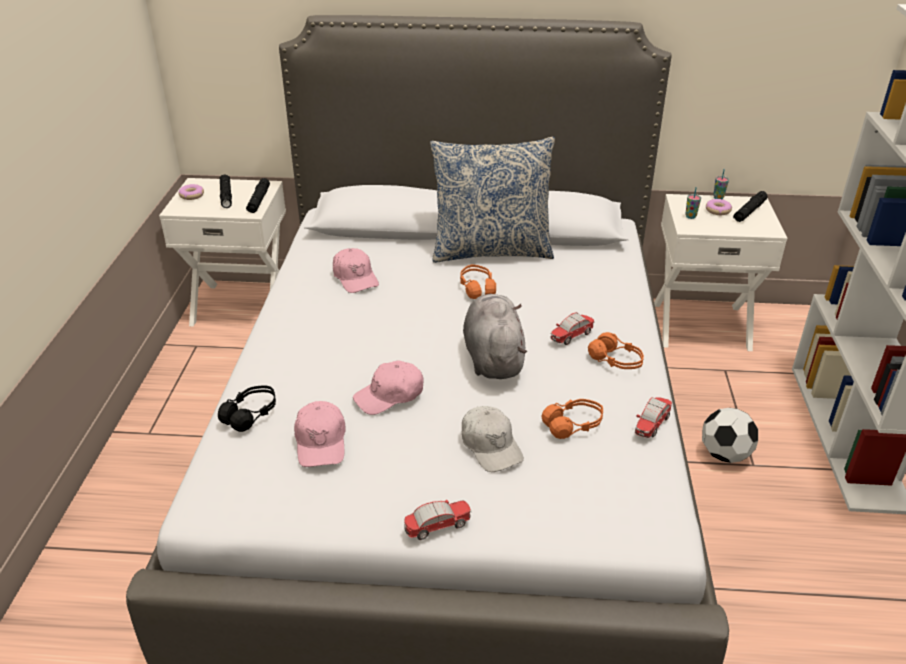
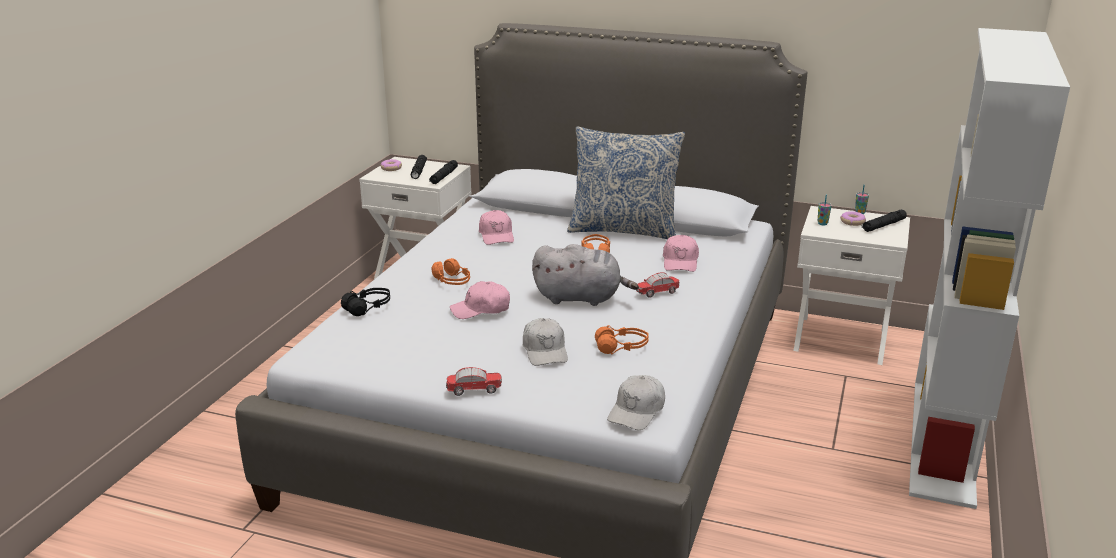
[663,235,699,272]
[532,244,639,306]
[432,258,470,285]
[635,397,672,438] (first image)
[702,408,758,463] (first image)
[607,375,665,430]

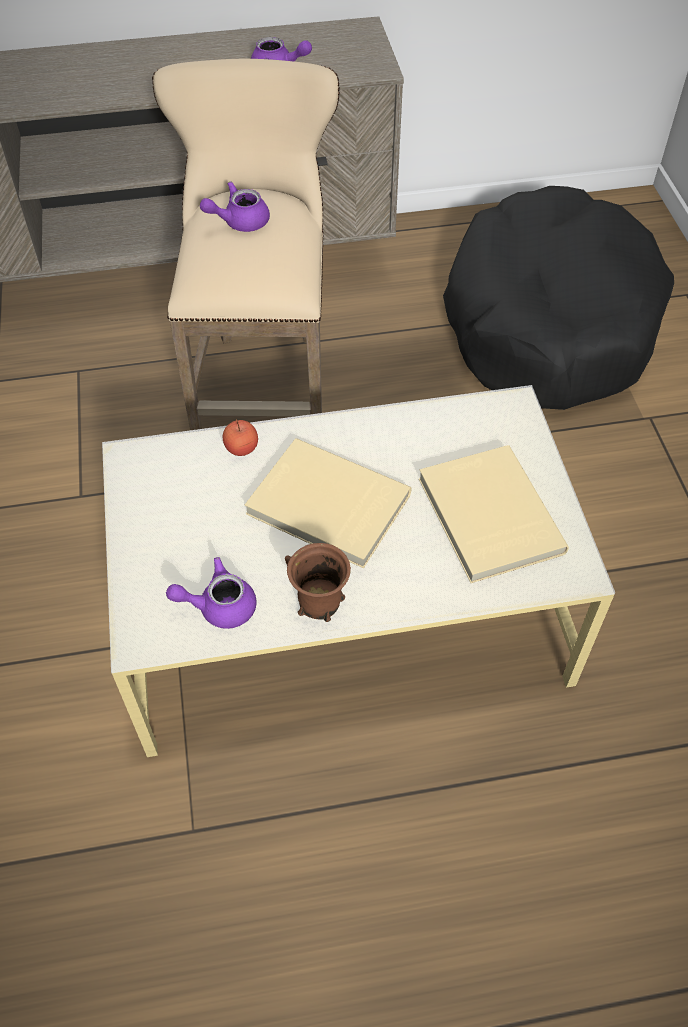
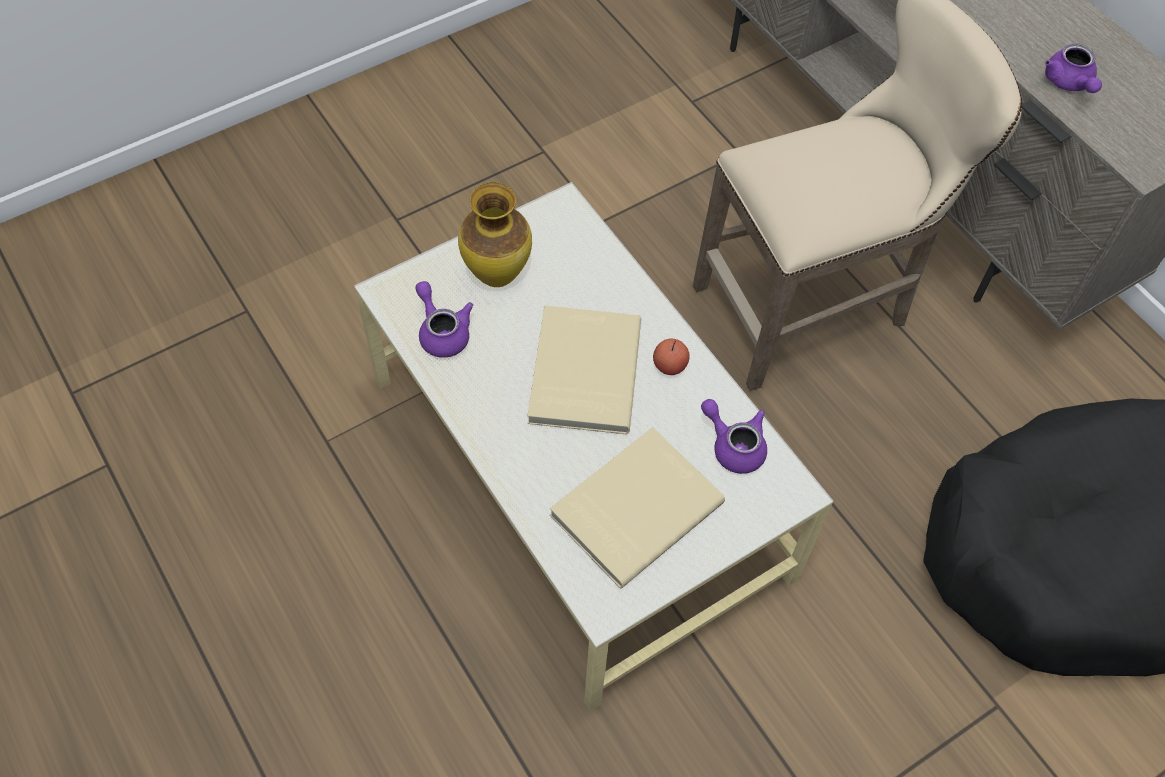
[701,399,767,474]
[653,338,690,375]
[285,543,351,622] (first image)
[458,182,532,287]

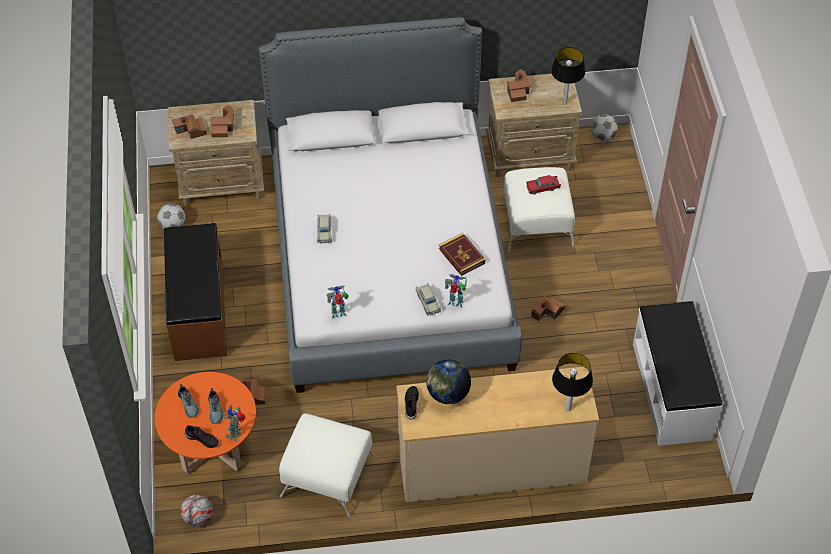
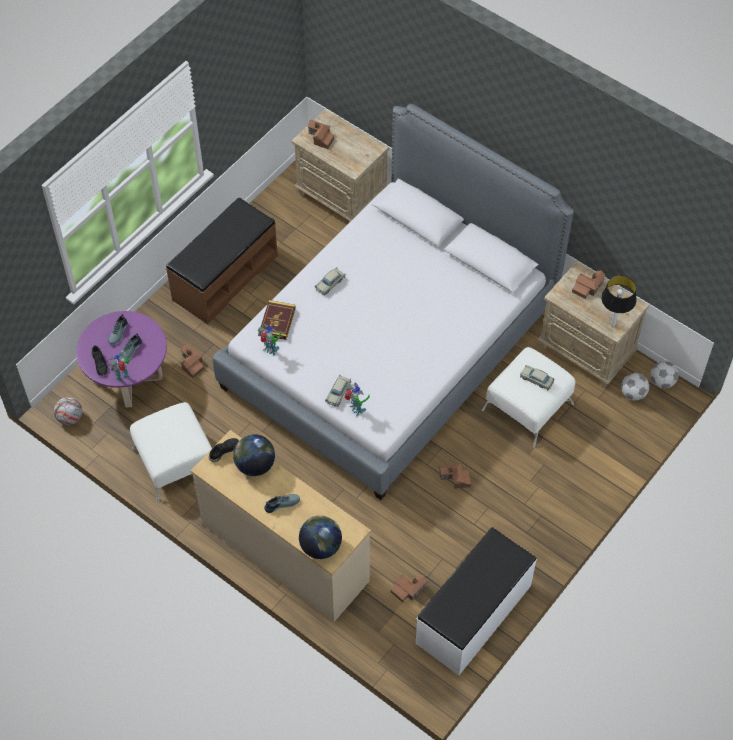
[76,311,167,408]
[621,373,649,401]
[391,575,428,603]
[261,300,296,340]
[520,365,555,390]
[299,516,342,559]
[264,494,300,513]

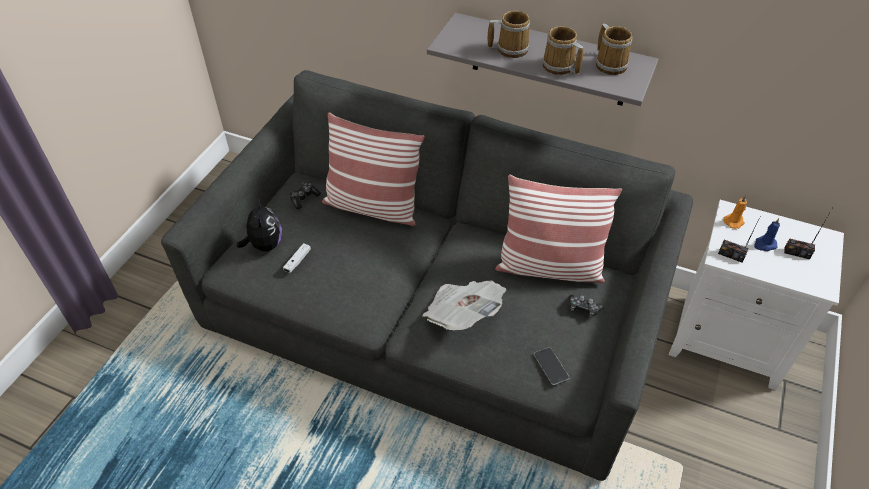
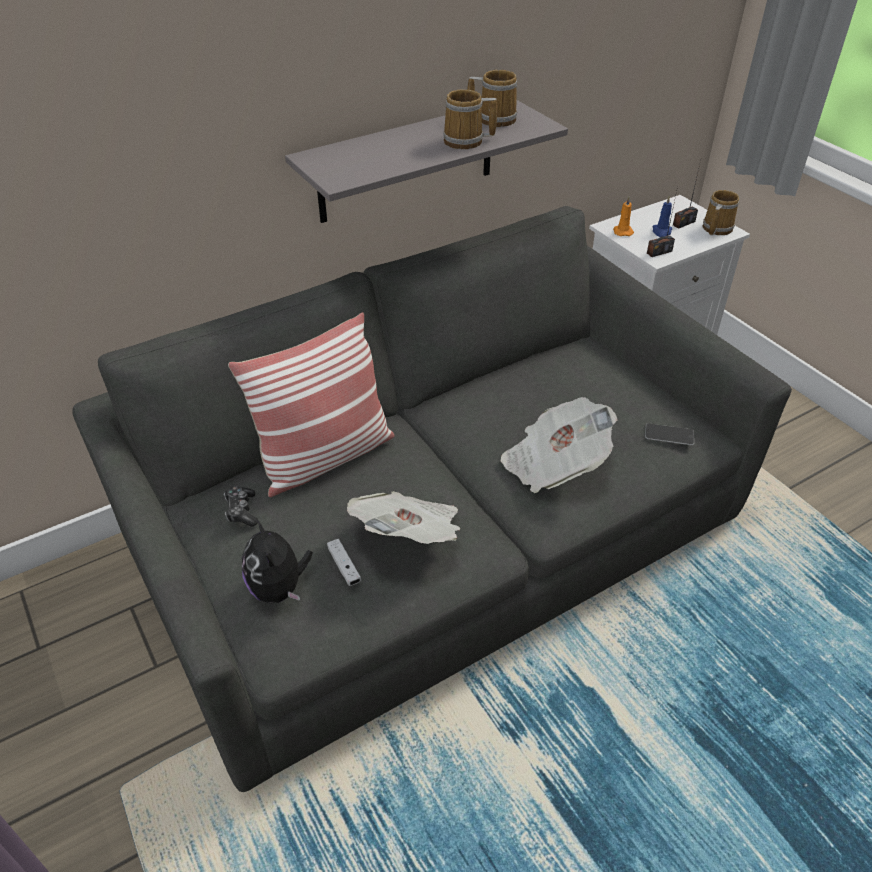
[242,519,313,603]
[703,190,739,235]
[495,175,622,283] (first image)
[568,295,604,318] (first image)
[347,491,460,544]

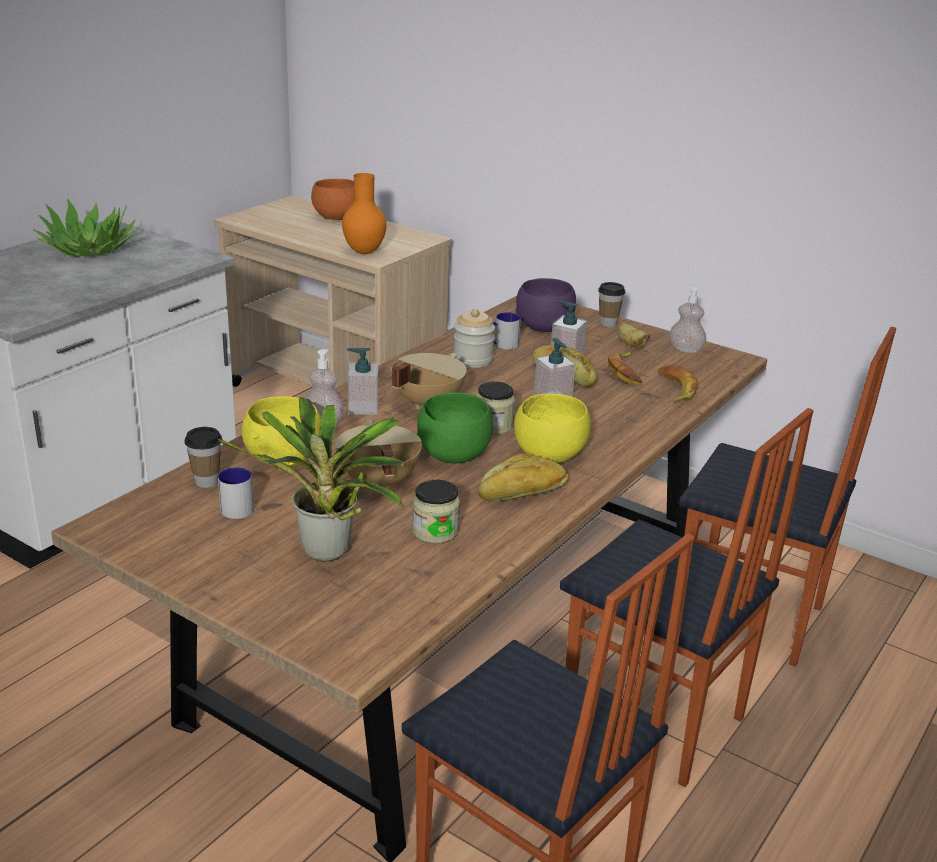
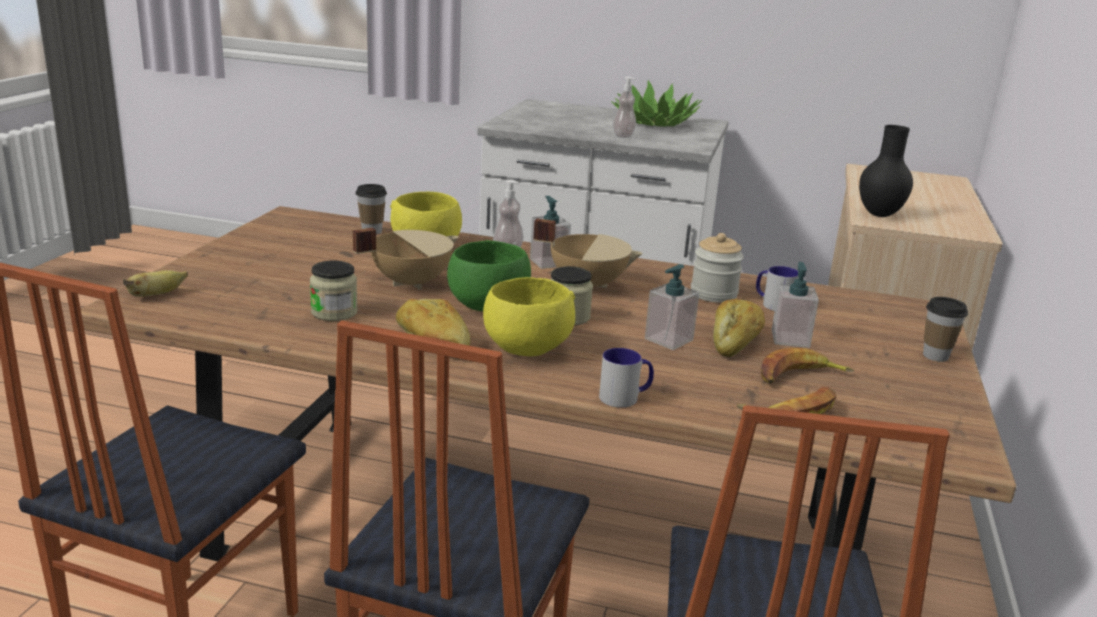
[217,397,405,562] (first image)
[599,348,654,408]
[311,179,354,220] (first image)
[859,125,913,217]
[515,278,576,332] (first image)
[123,270,188,297]
[613,77,636,138]

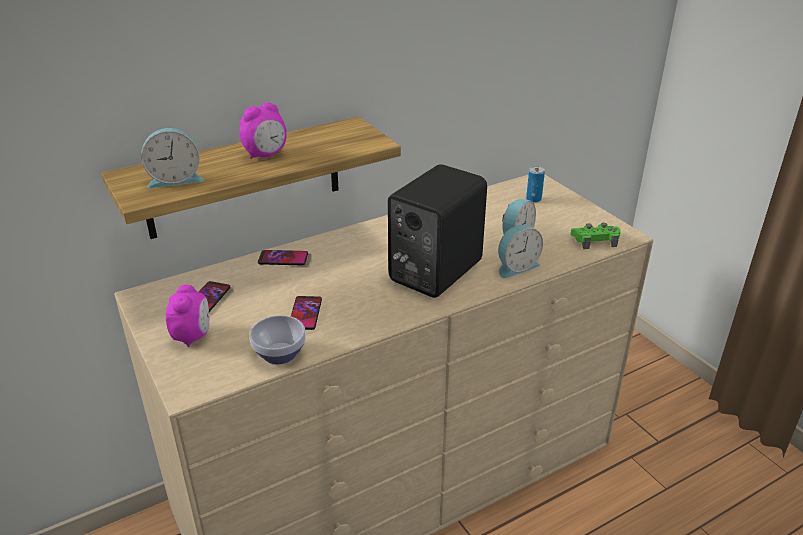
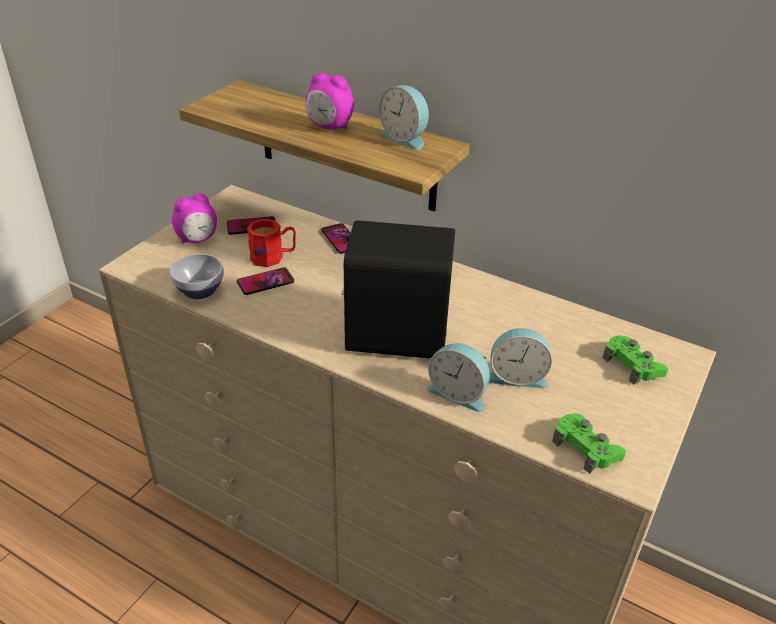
[379,85,429,151]
[603,335,668,385]
[247,219,296,267]

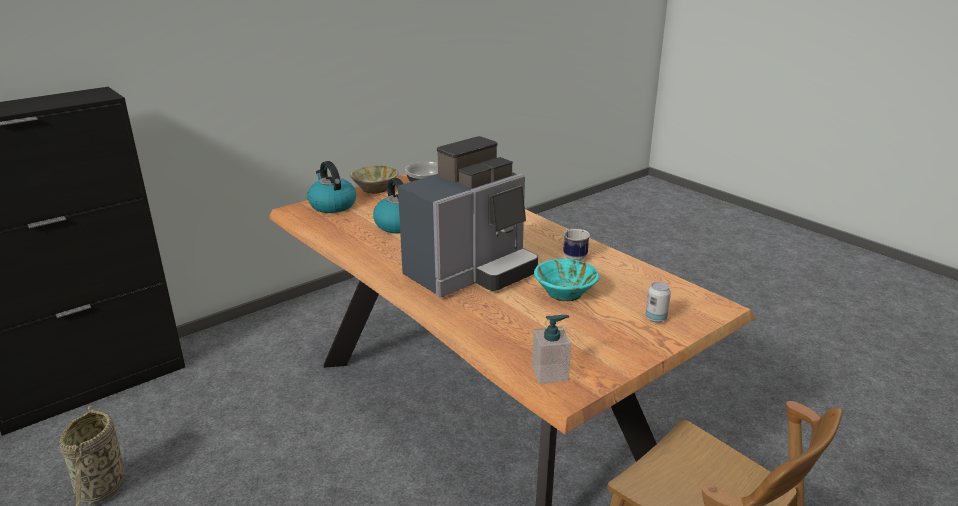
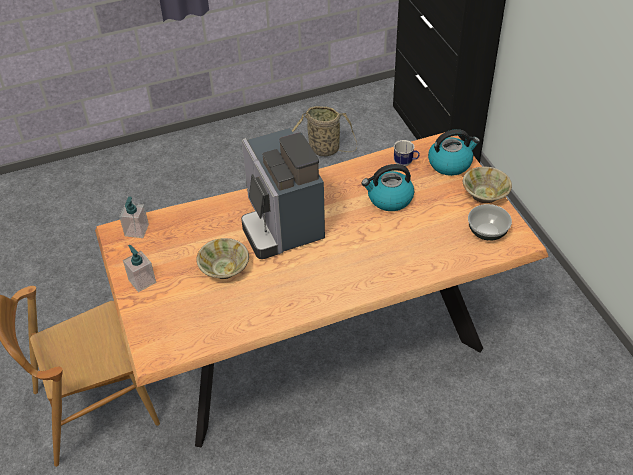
[196,238,249,279]
[394,140,420,166]
[645,282,671,323] (first image)
[123,245,156,292]

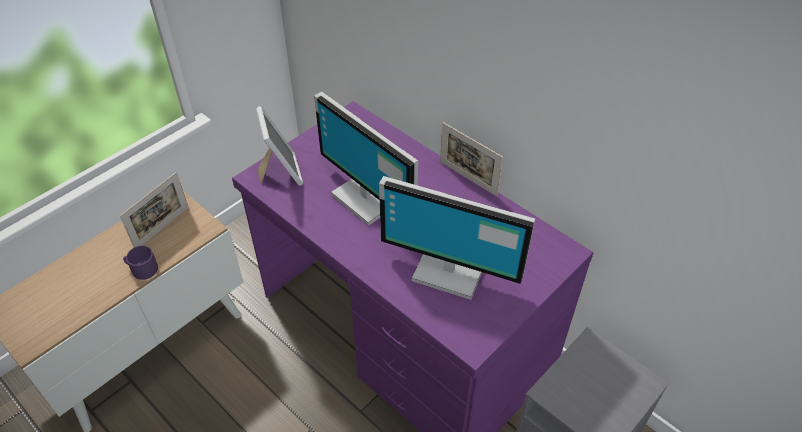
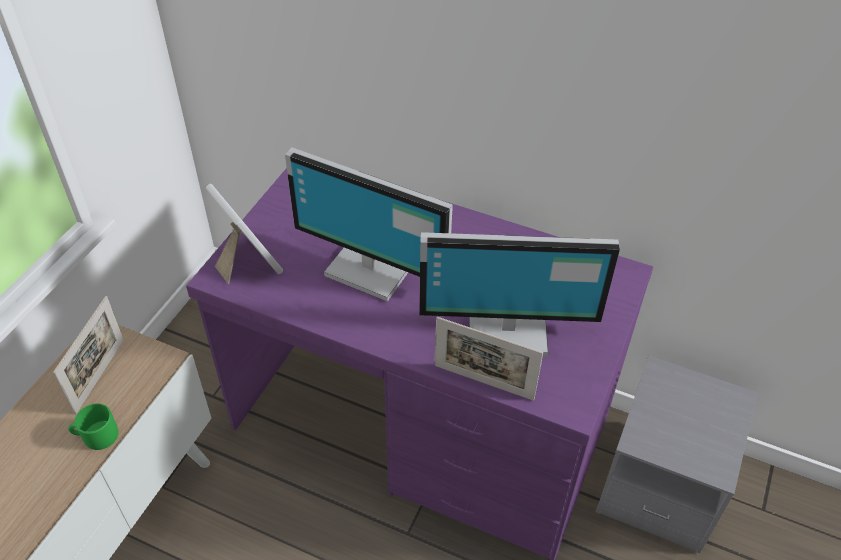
[68,404,119,450]
[434,317,543,401]

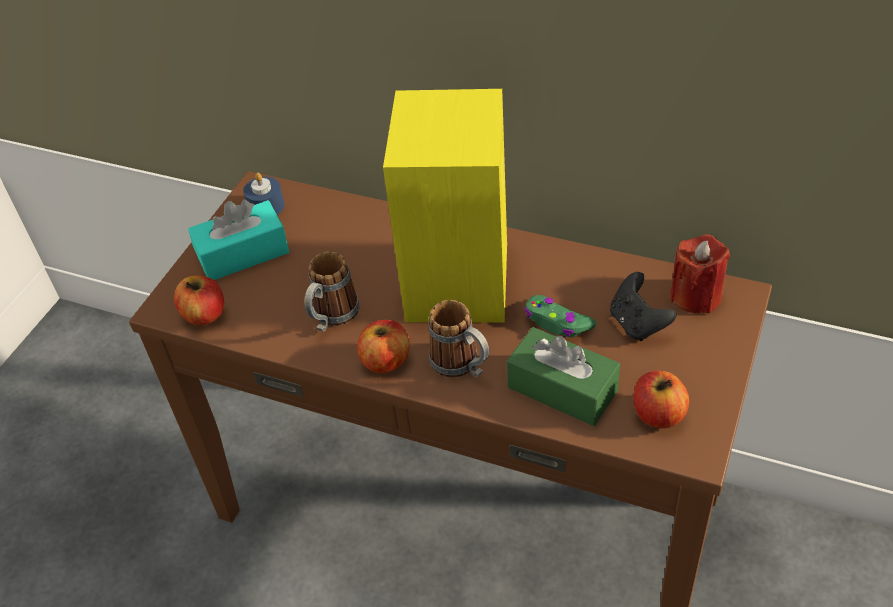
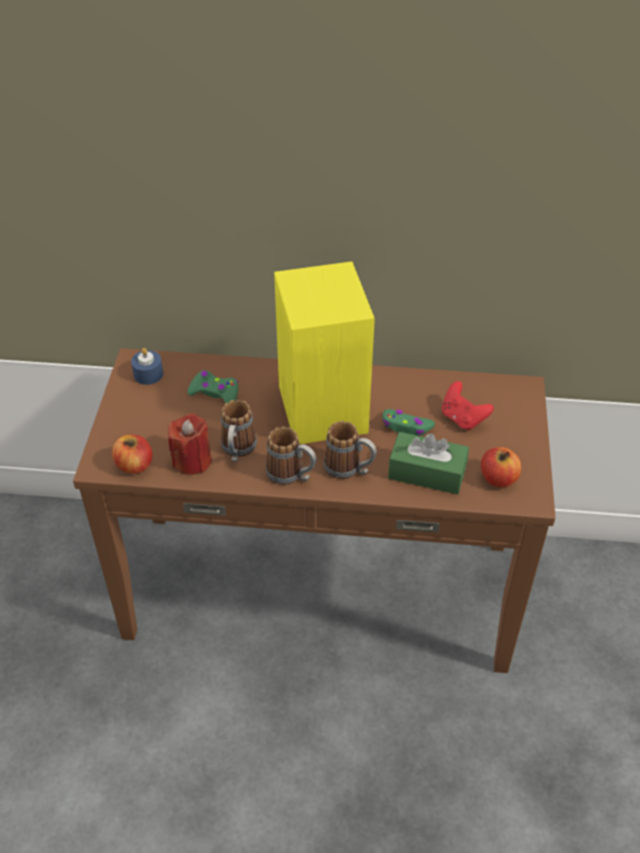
[188,200,289,280] (first image)
[266,426,317,485]
[442,381,494,430]
[168,413,212,475]
[187,370,238,403]

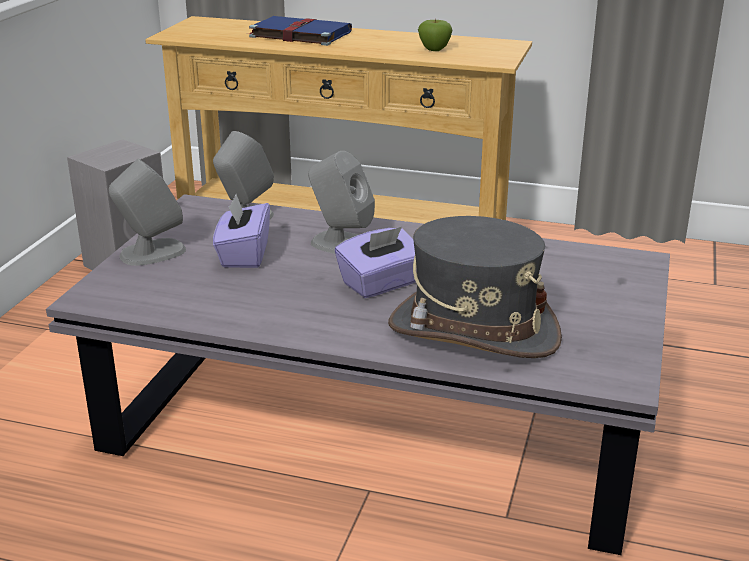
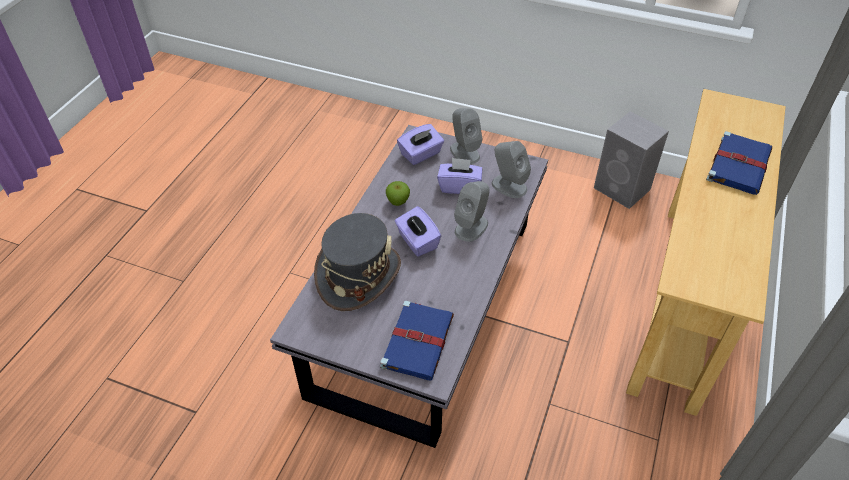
[386,181,410,206]
[380,301,454,380]
[397,124,444,165]

